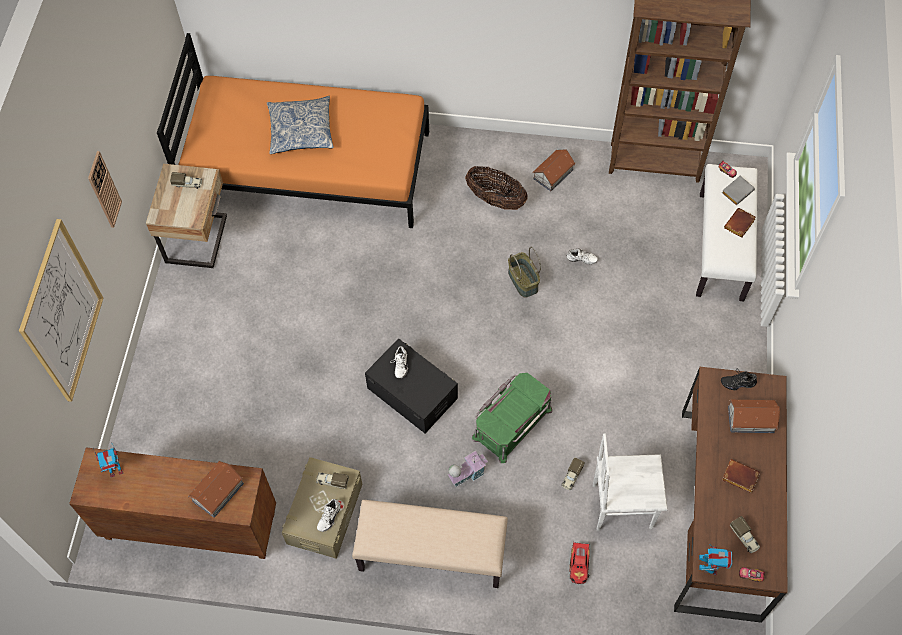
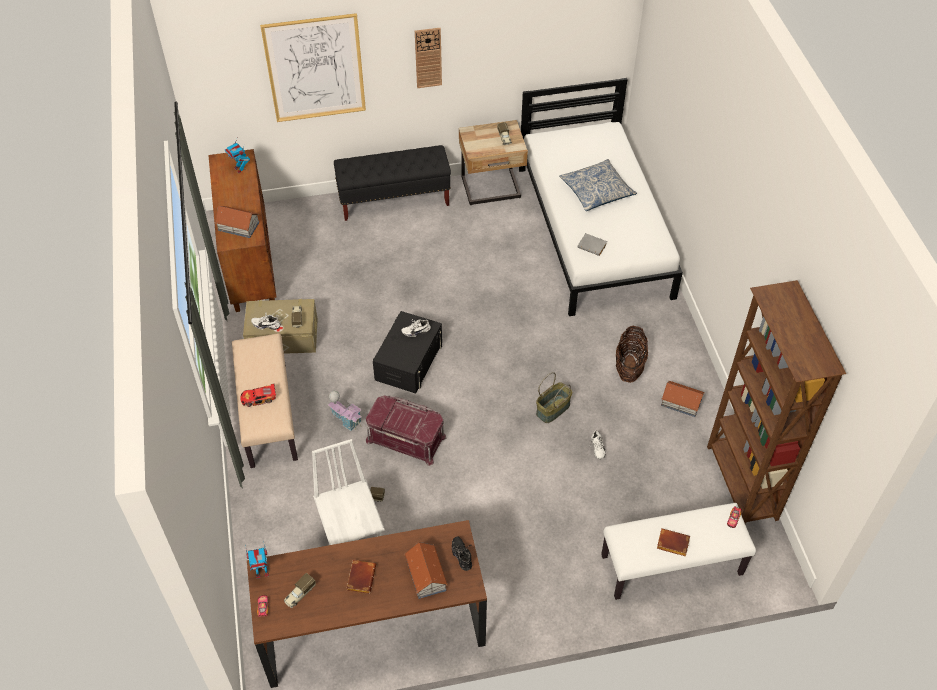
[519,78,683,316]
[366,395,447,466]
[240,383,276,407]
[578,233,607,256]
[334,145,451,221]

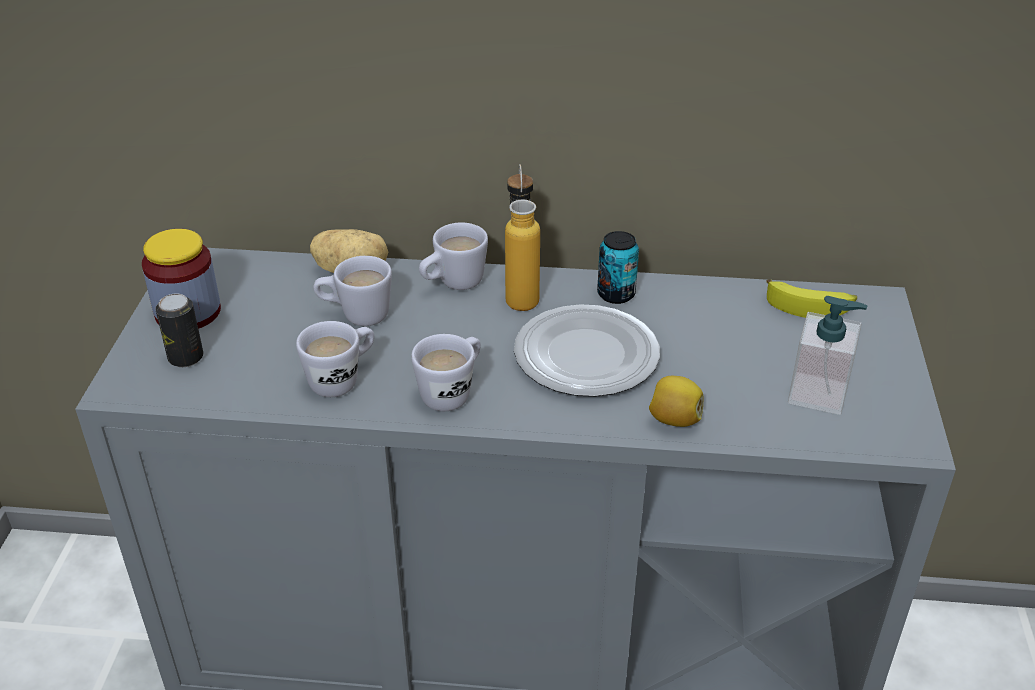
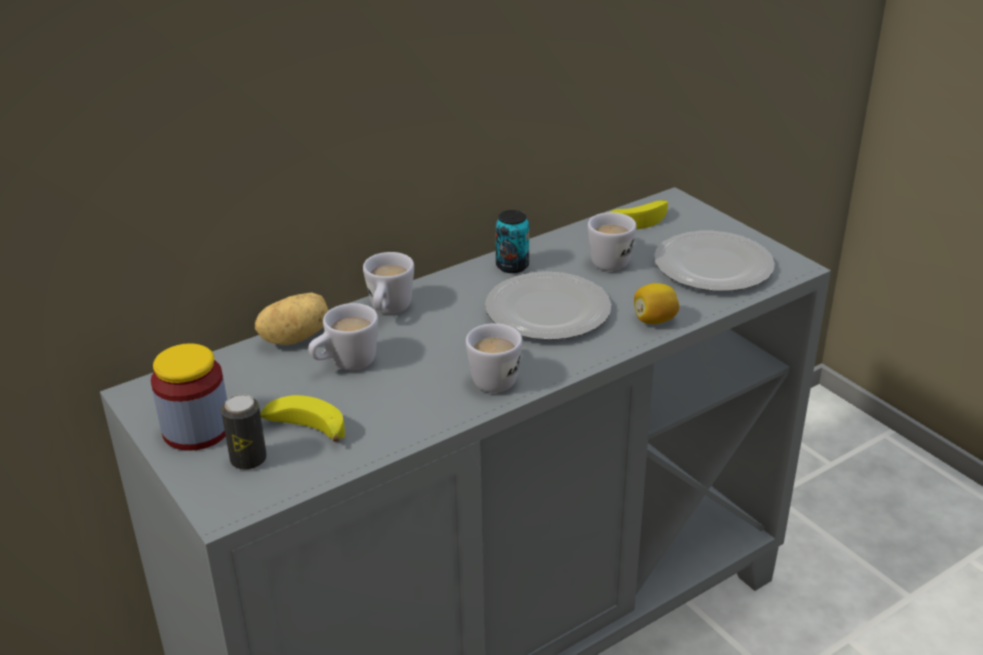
[588,212,636,271]
[505,164,540,311] (first image)
[654,231,775,291]
[260,395,345,442]

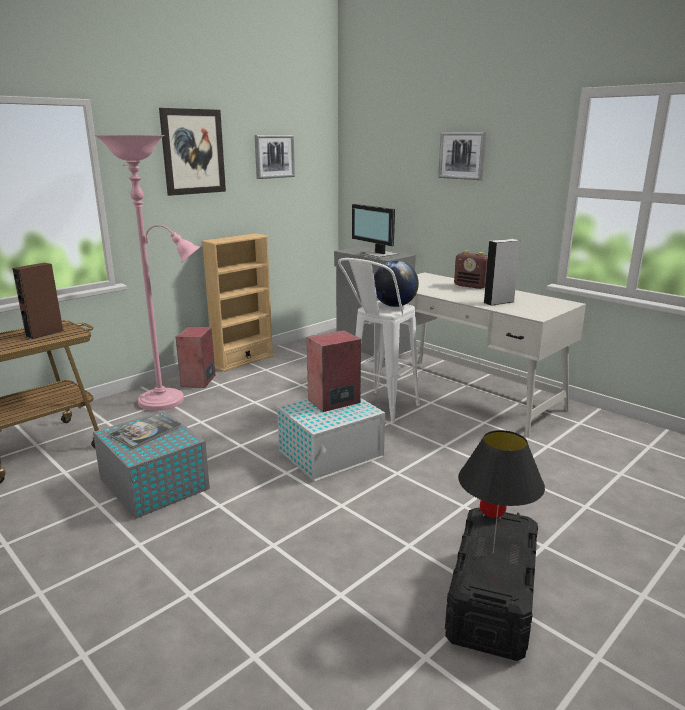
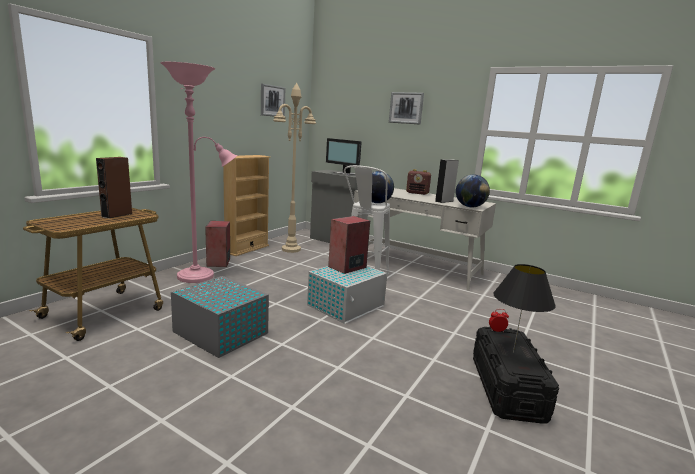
[109,413,182,449] (first image)
[159,108,226,196] (first image)
[273,83,316,253]
[456,175,490,208]

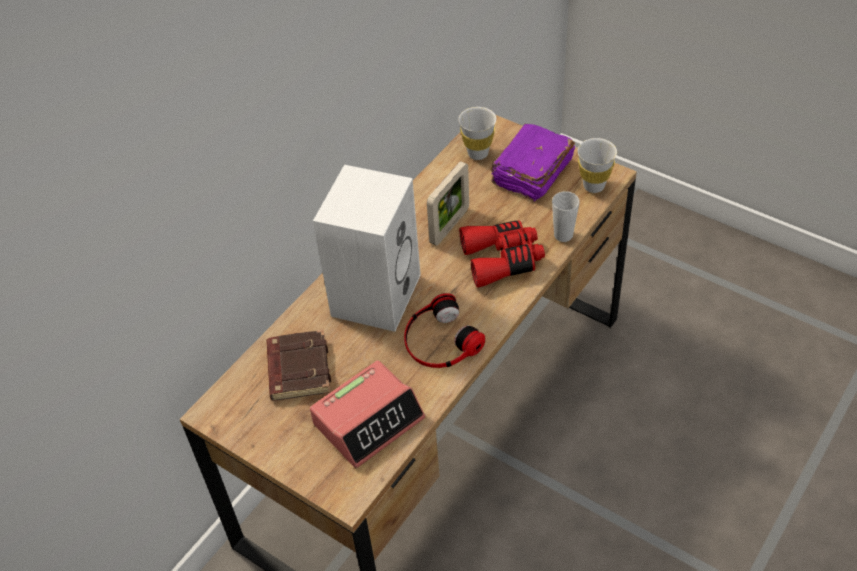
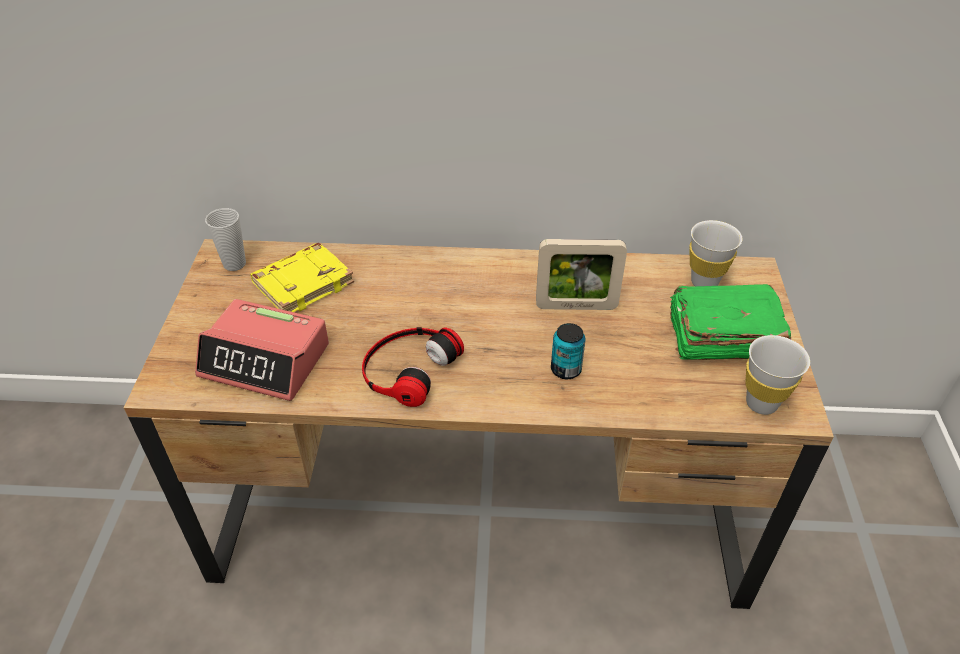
[250,243,354,312]
[313,165,421,332] (first image)
[551,323,586,379]
[670,284,792,360]
[205,208,246,271]

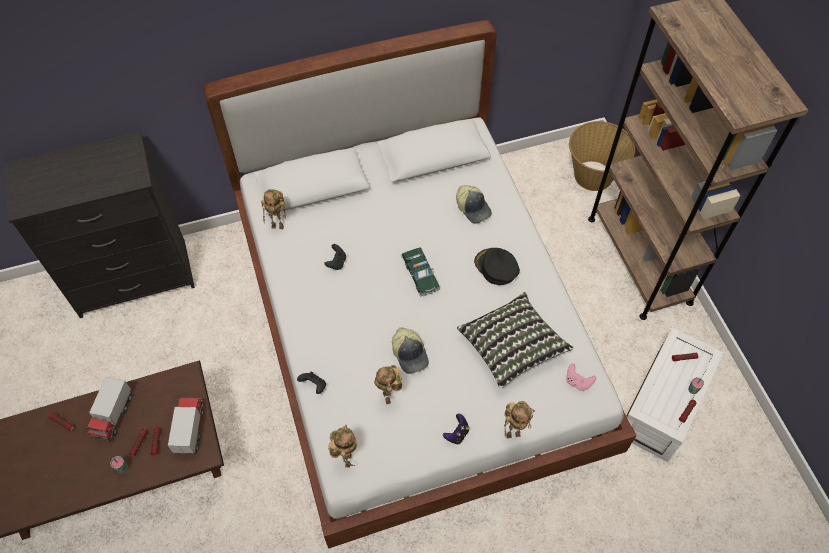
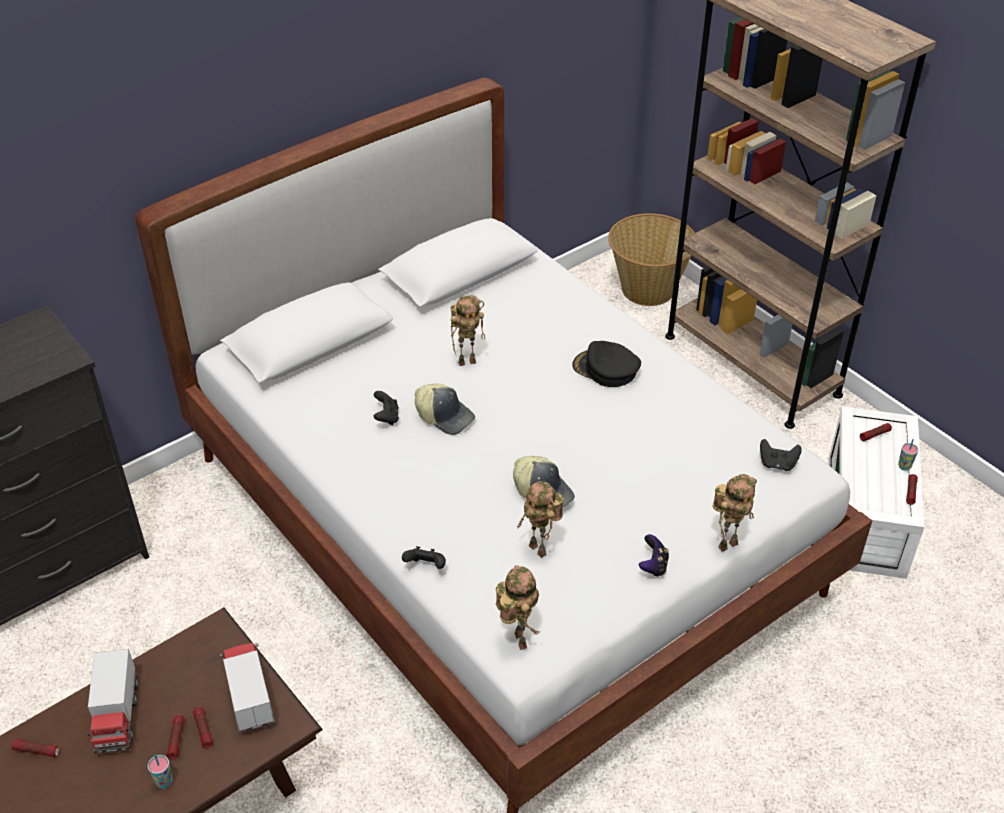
[451,295,485,366]
[401,247,441,297] (first image)
[415,384,475,435]
[457,292,573,388] (first image)
[760,439,802,471]

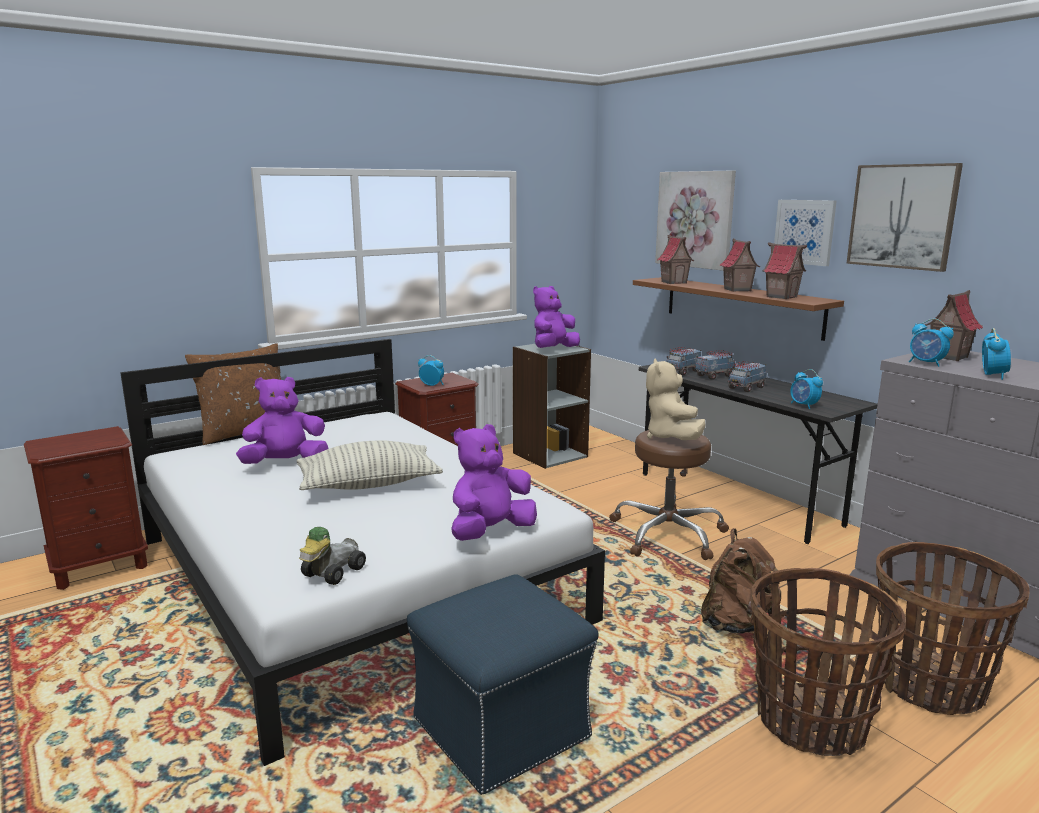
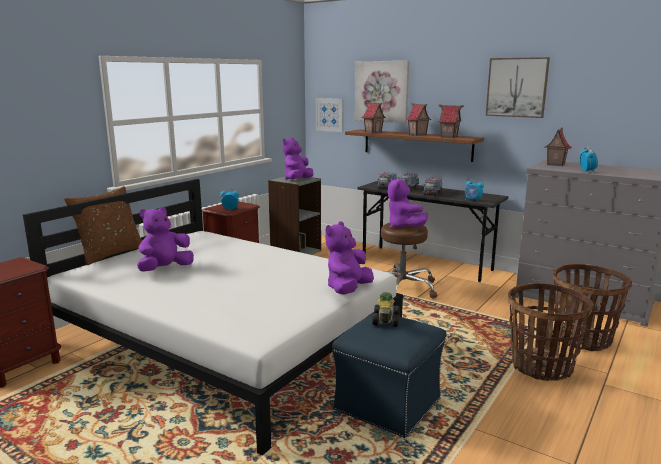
[297,440,443,490] (first image)
[372,292,400,327]
[388,178,428,228]
[701,528,781,634] (first image)
[316,98,344,132]
[909,319,954,367] (first image)

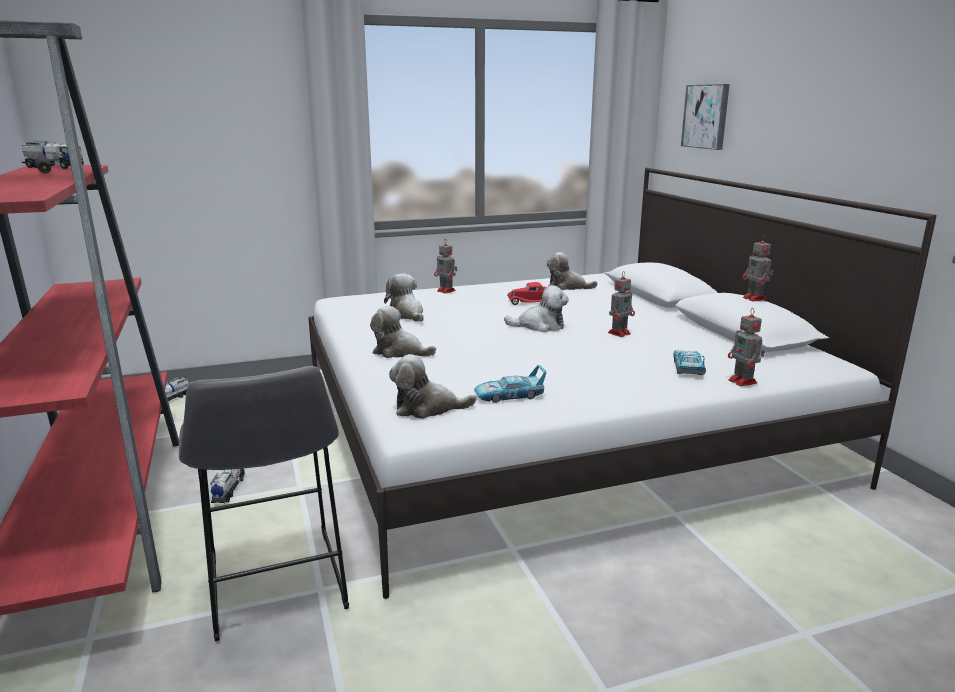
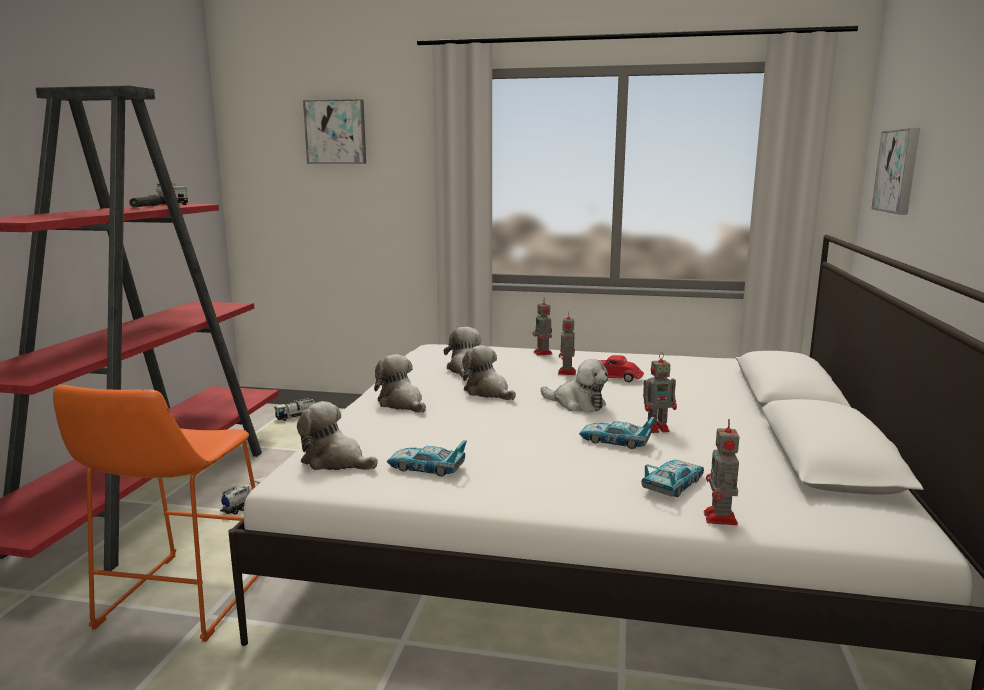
[53,385,259,642]
[462,345,516,400]
[558,313,576,375]
[303,99,366,164]
[579,417,655,449]

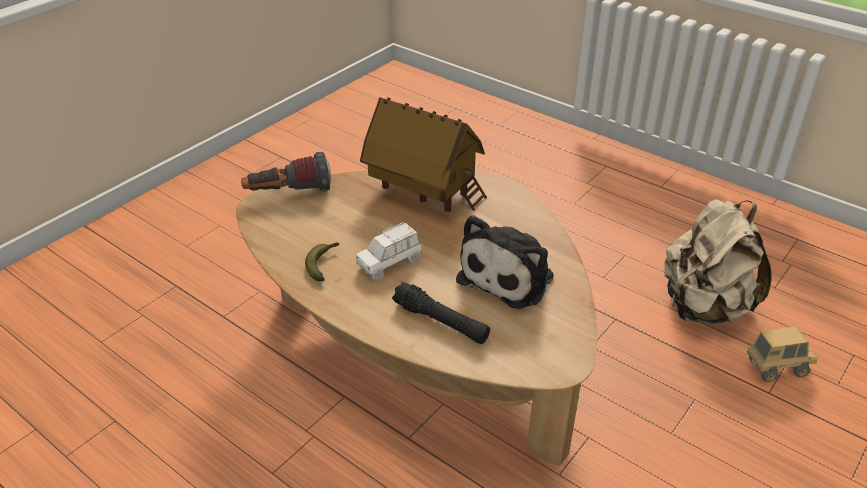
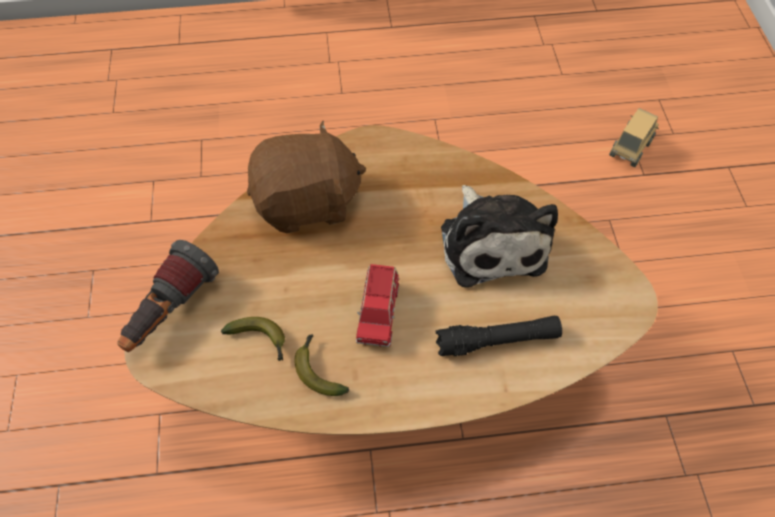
[356,264,399,347]
[247,121,366,233]
[664,199,772,324] (first image)
[221,317,285,361]

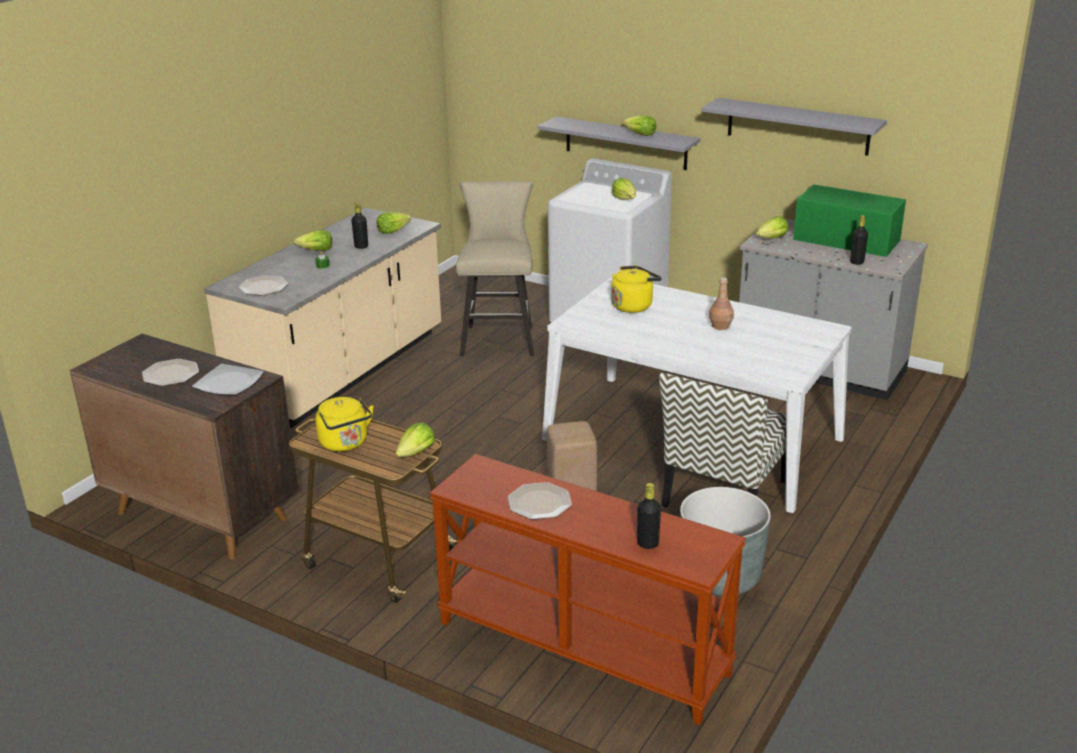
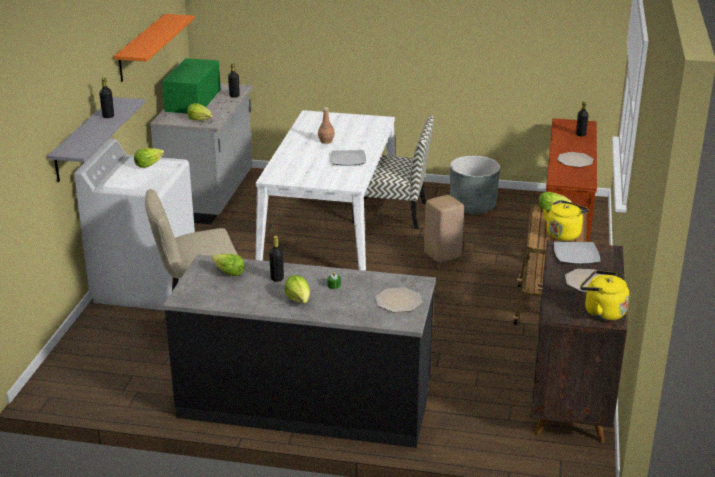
[163,254,436,448]
[580,270,629,321]
[99,77,114,118]
[114,14,195,82]
[331,150,366,165]

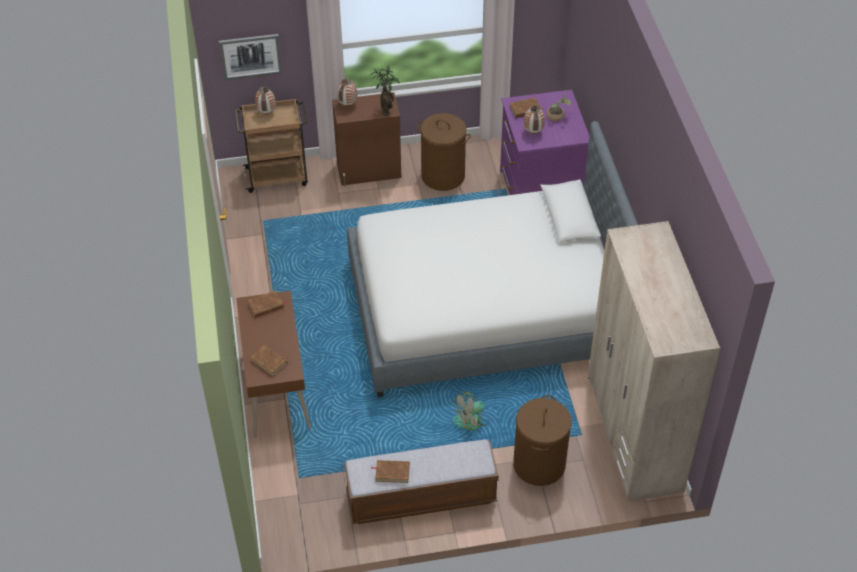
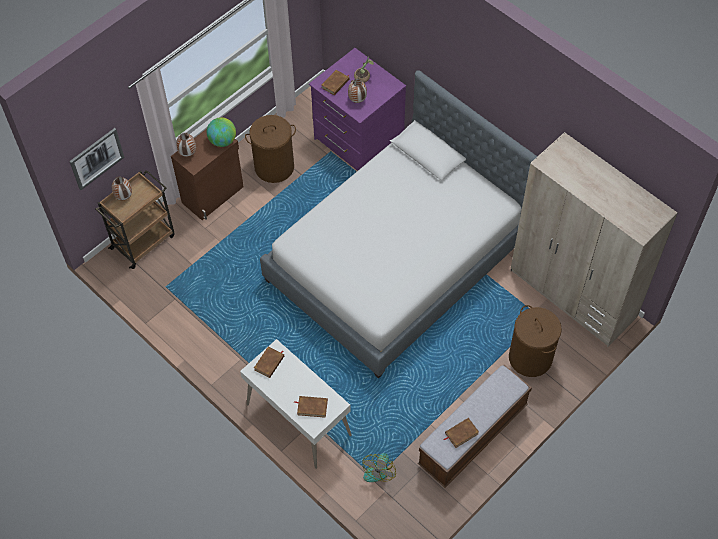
[240,339,352,469]
[207,117,236,147]
[362,453,396,482]

